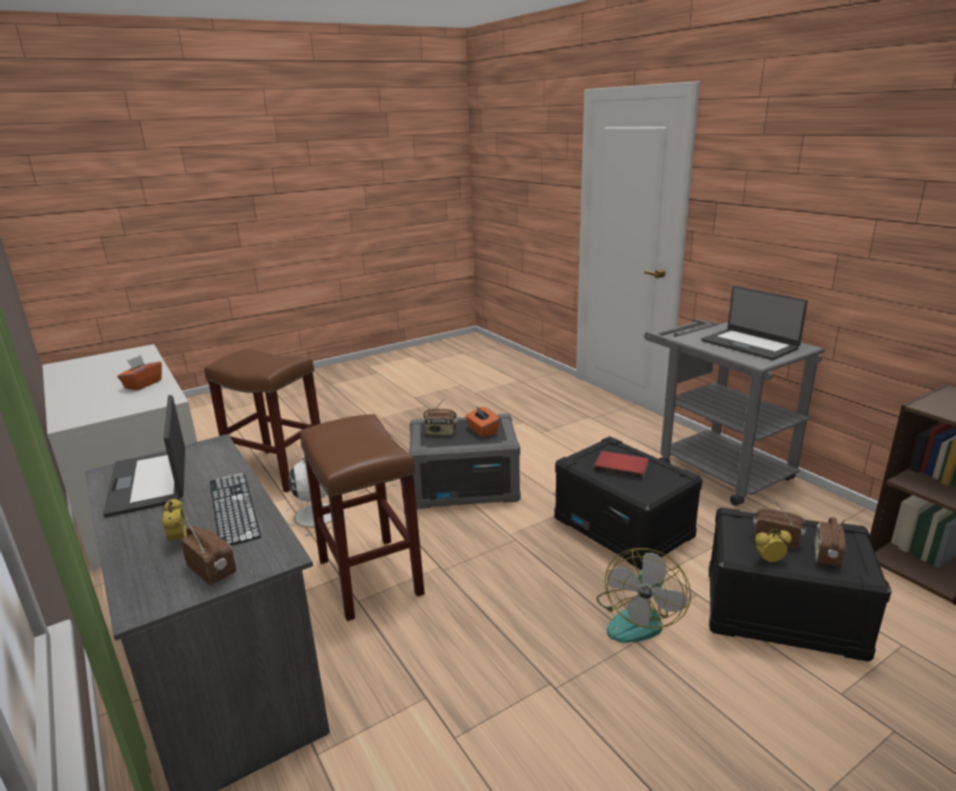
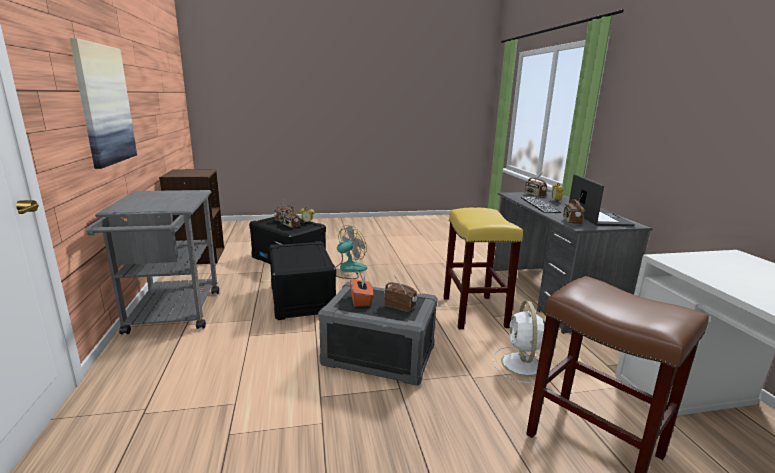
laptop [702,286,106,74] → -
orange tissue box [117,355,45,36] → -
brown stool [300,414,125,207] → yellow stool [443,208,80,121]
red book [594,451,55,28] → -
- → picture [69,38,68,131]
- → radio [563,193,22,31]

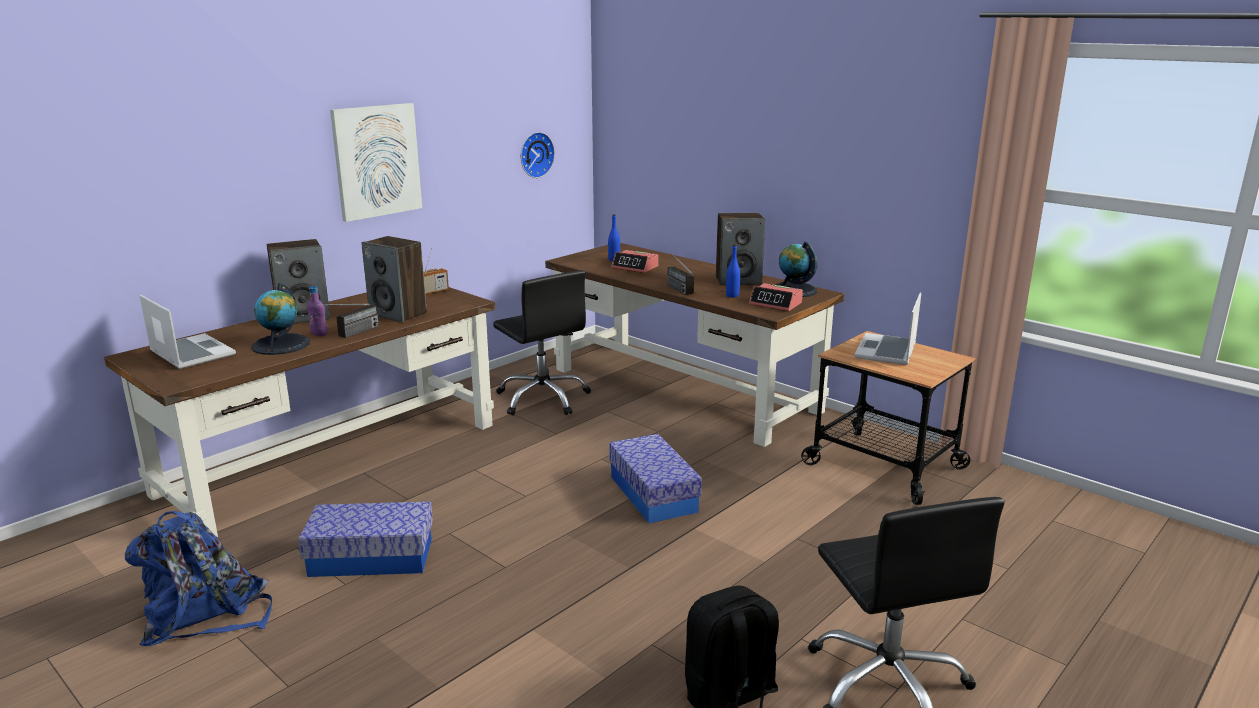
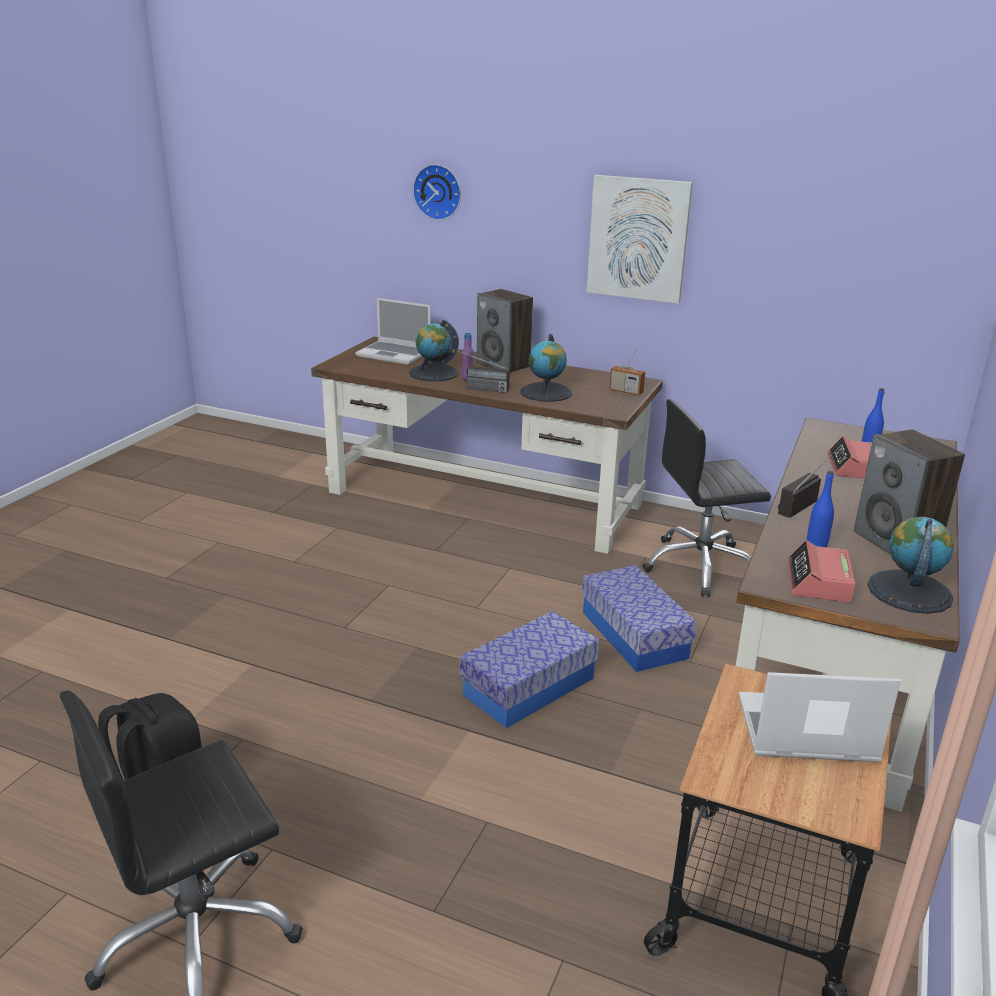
wall clock [521,132,34,46] → wall clock [413,164,48,56], relocated
speaker [362,236,65,86] → globe [520,334,52,68]
black office chair [493,270,98,145] → black office chair [642,399,129,198], 45 degrees clockwise
laptop [140,295,96,74] → laptop [355,298,75,67], 90 degrees clockwise
storage box [298,501,135,76] → storage box [582,565,115,107], relocated
blue backpack [125,511,147,135] → -

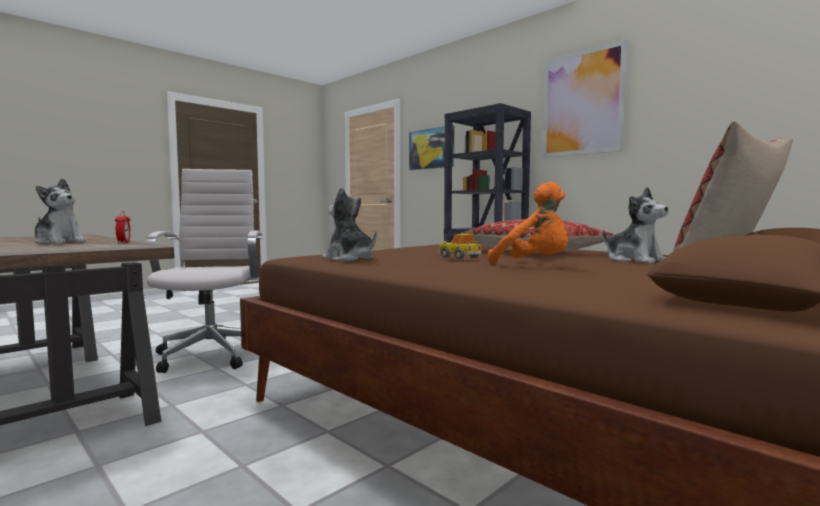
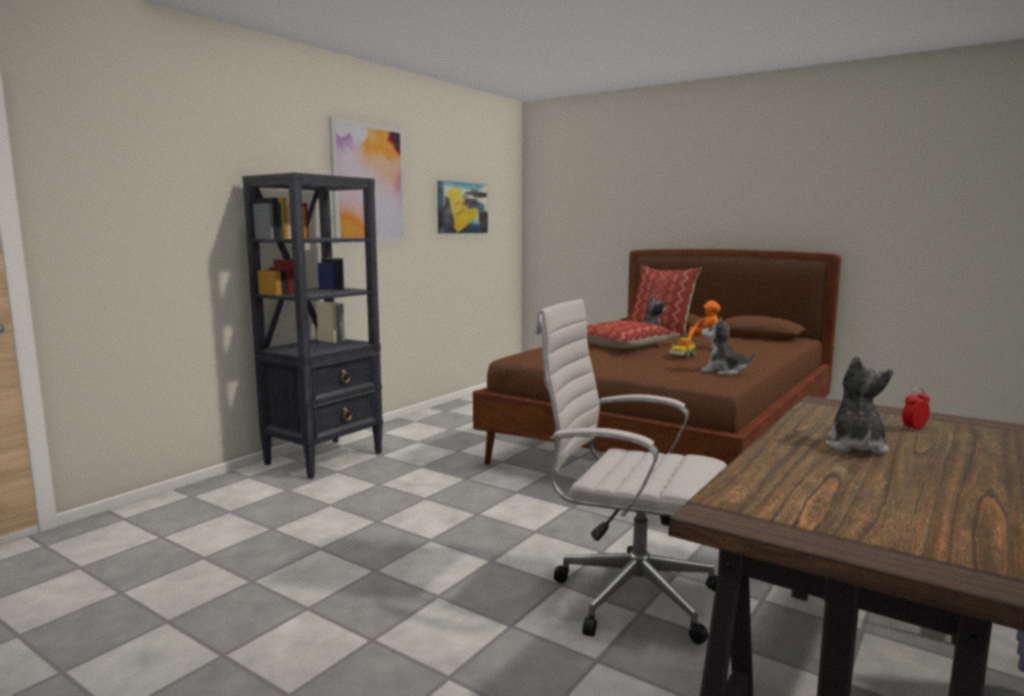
picture [409,125,45,45] → picture [437,181,51,53], relocated
white office chair [147,169,116,204] → white office chair [536,299,191,345], 45 degrees clockwise
plush toy [322,187,55,74] → plush toy [701,317,54,58], 90 degrees clockwise
alarm clock [115,211,16,32] → alarm clock [902,388,28,43], relocated

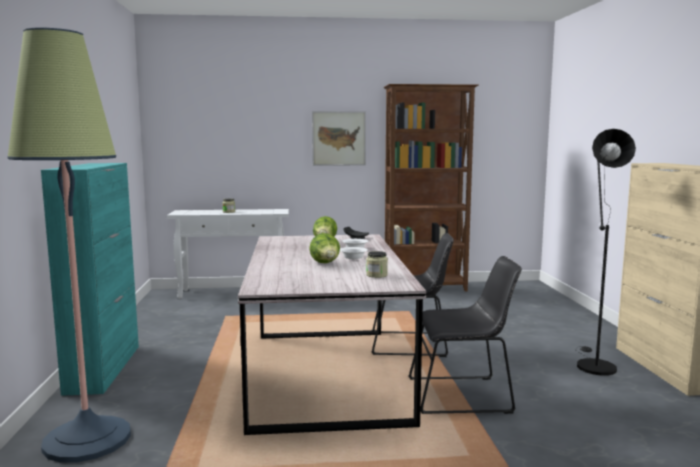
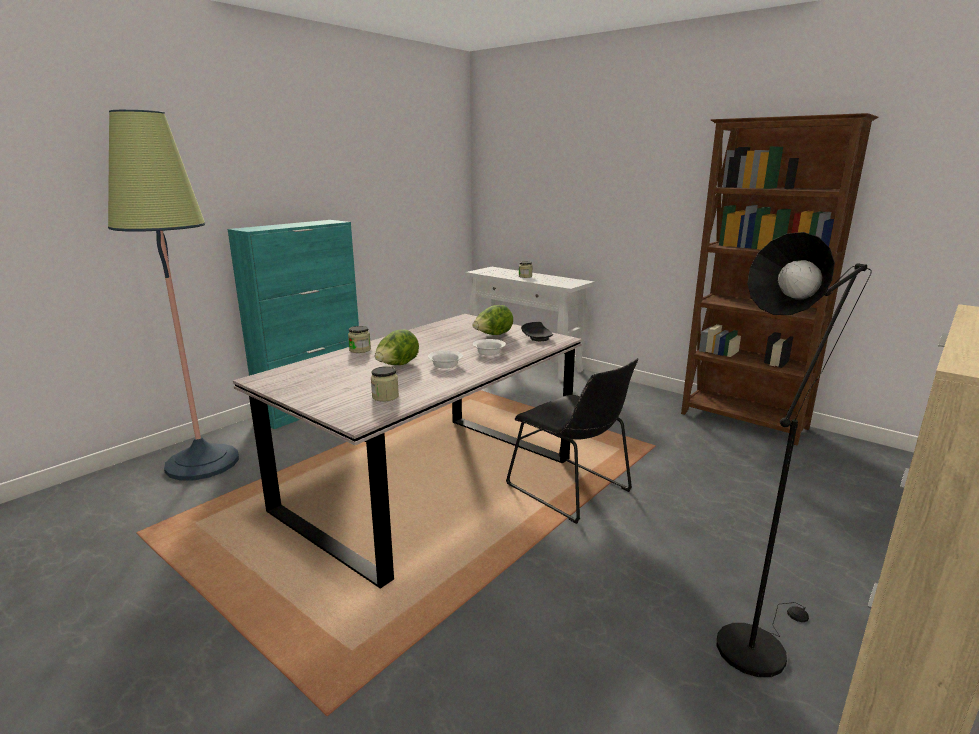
picture [312,111,54,55] → -
black chair [408,256,114,158] → -
- → jar [348,326,23,27]

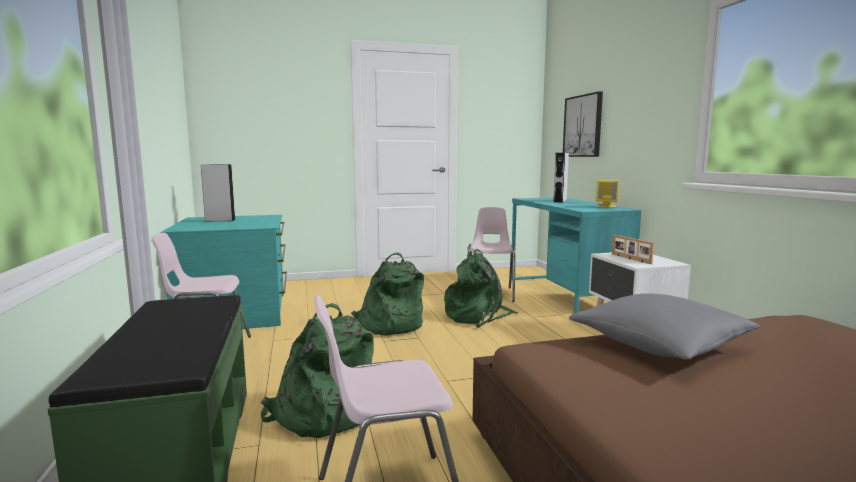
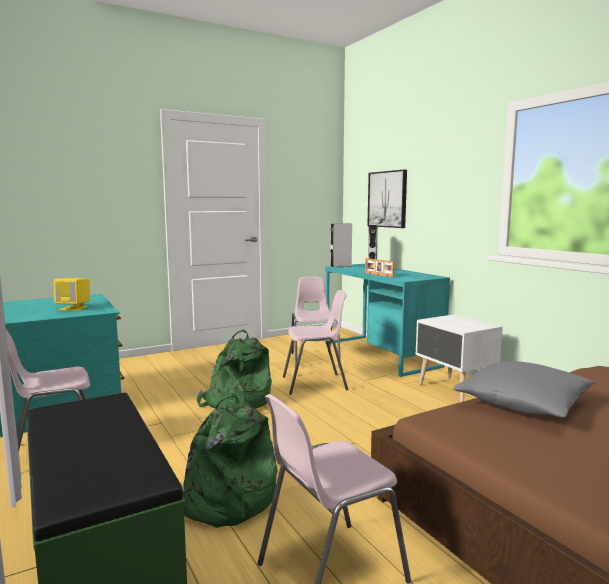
grey speaker [201,164,34,57] → grey speaker [330,224,22,43], relocated
yellow speaker [596,180,23,28] → yellow speaker [54,278,36,33], relocated
picture frame [612,235,42,29] → picture frame [365,258,30,19], relocated
green backpack [444,249,75,79] → pink chair [283,290,65,105]

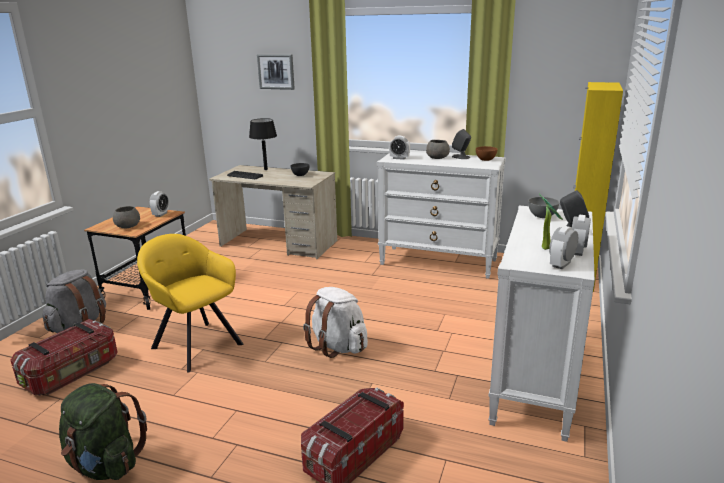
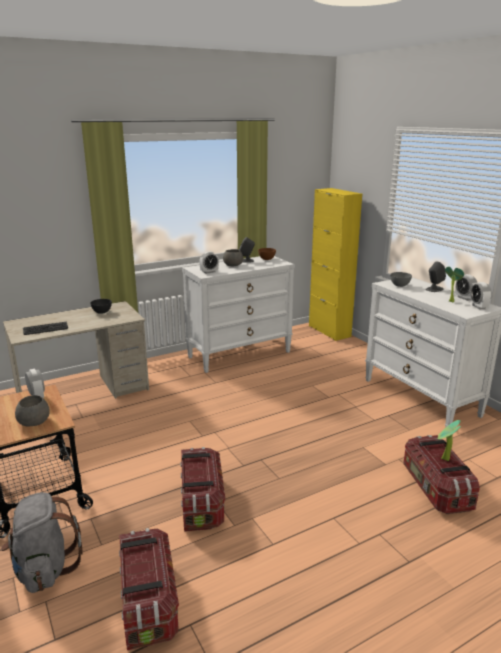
picture [257,54,38,36] → -
black table lamp [249,118,28,52] → -
yellow armchair [137,234,106,139] → storage box [180,447,45,85]
white backpack [303,287,65,71] → -
green backpack [59,383,88,97] → -
- → potted plant [437,420,24,41]

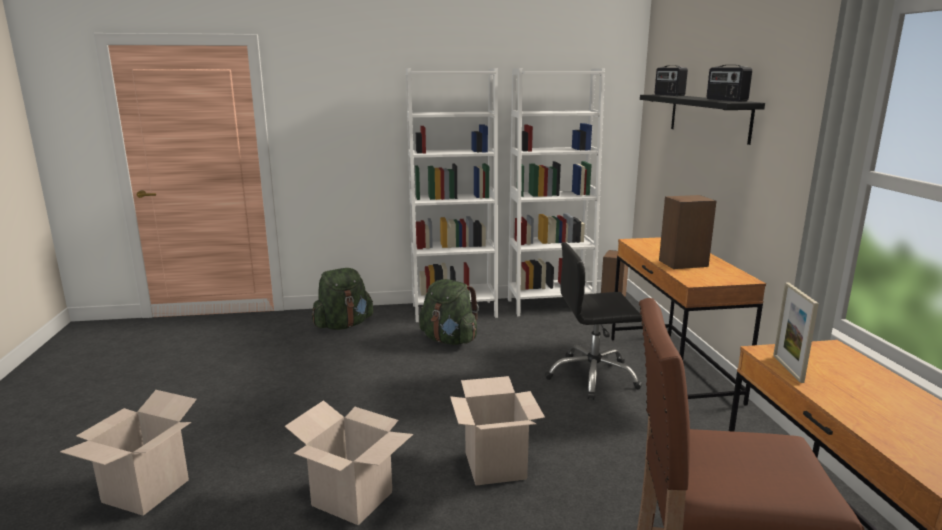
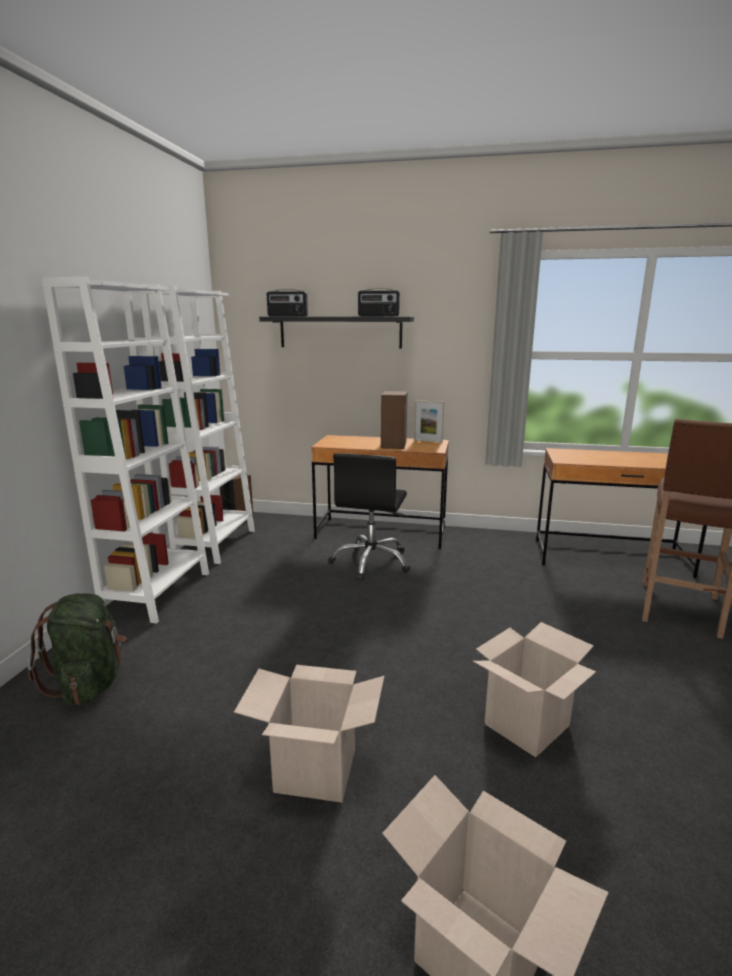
green backpack [419,279,60,66] → -
picture frame [773,282,46,101] → picture frame [414,400,30,43], relocated
cardboard box [450,376,95,109] → cardboard box [234,665,150,138], relocated

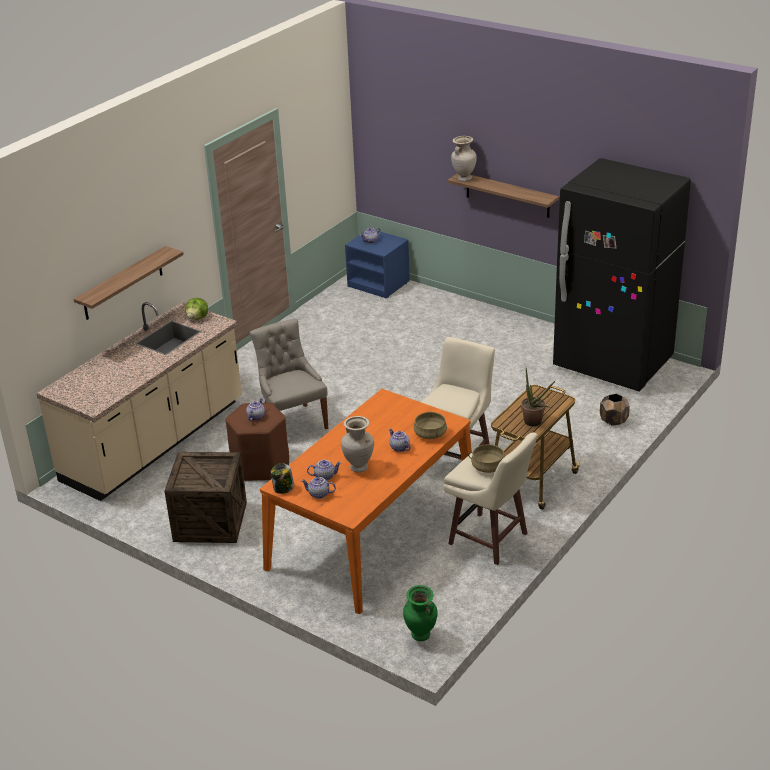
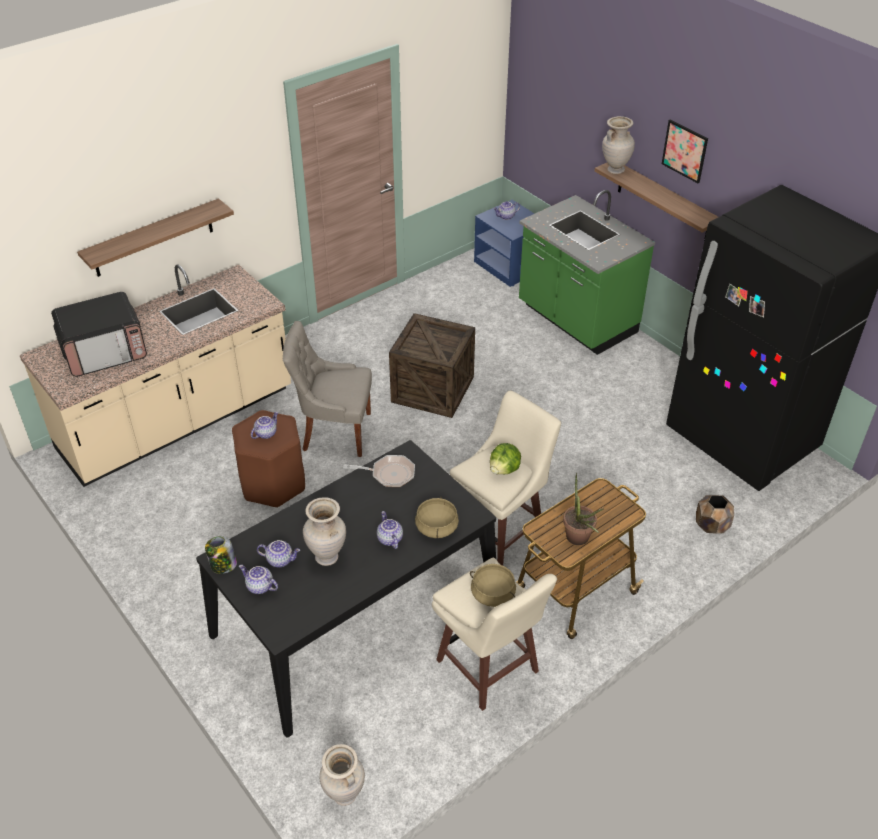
lettuce [186,298,22,22] → lettuce [490,443,31,31], relocated
grey chair [250,319,78,110] → grey chair [283,321,89,136], 75 degrees counterclockwise
orange dining table [260,389,212,225] → black dining table [196,440,300,298]
crate [165,452,82,91] → crate [389,313,86,105], relocated
green vase [403,585,35,56] → beige vase [319,744,46,62]
- → picture [662,119,46,64]
- → green counter [519,190,136,165]
- → microwave [51,292,96,85]
- → frying pan [343,455,72,32]

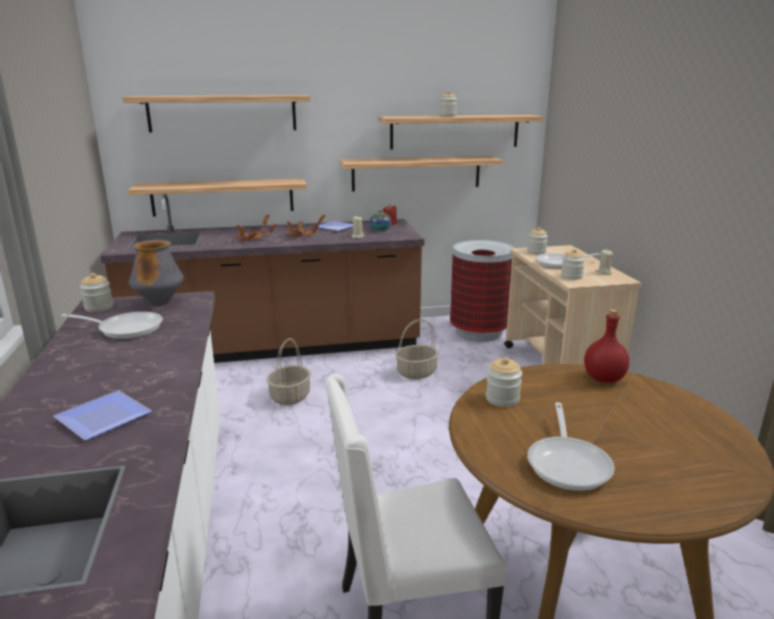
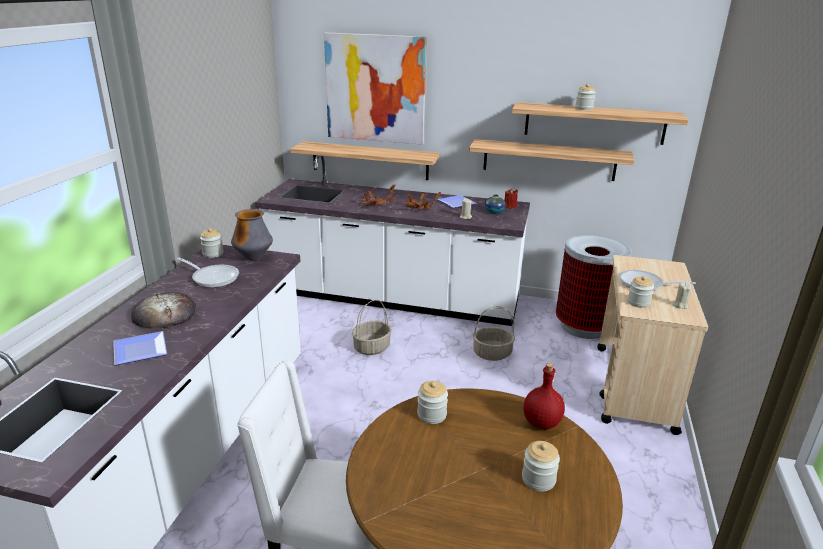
shelf [123,95,187,37] → picture [324,32,103,113]
brown counter [101,194,323,169] → white counter [255,155,275,171]
jar [527,227,21,27] → jar [522,441,38,51], relocated
frying pan [527,402,88,89] → -
- → bread [131,292,65,36]

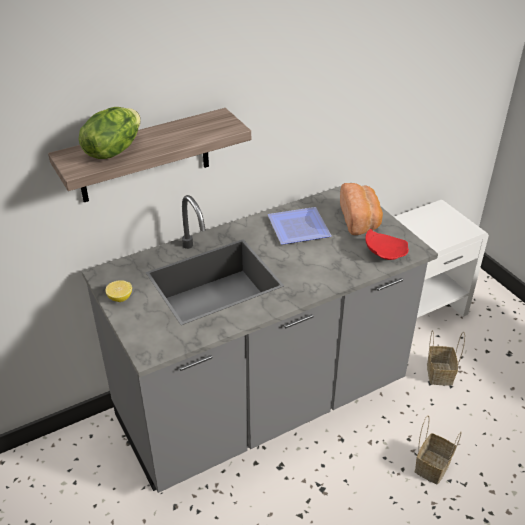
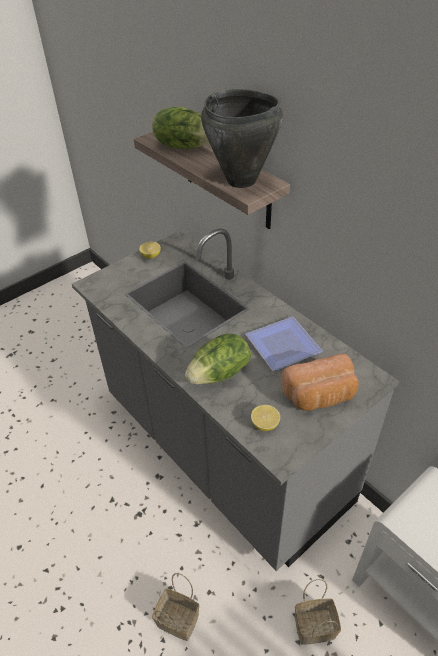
red plate [365,229,44,31] → lemon [251,405,29,26]
- → black cooking pot [201,89,82,99]
- → lettuce [185,333,66,52]

